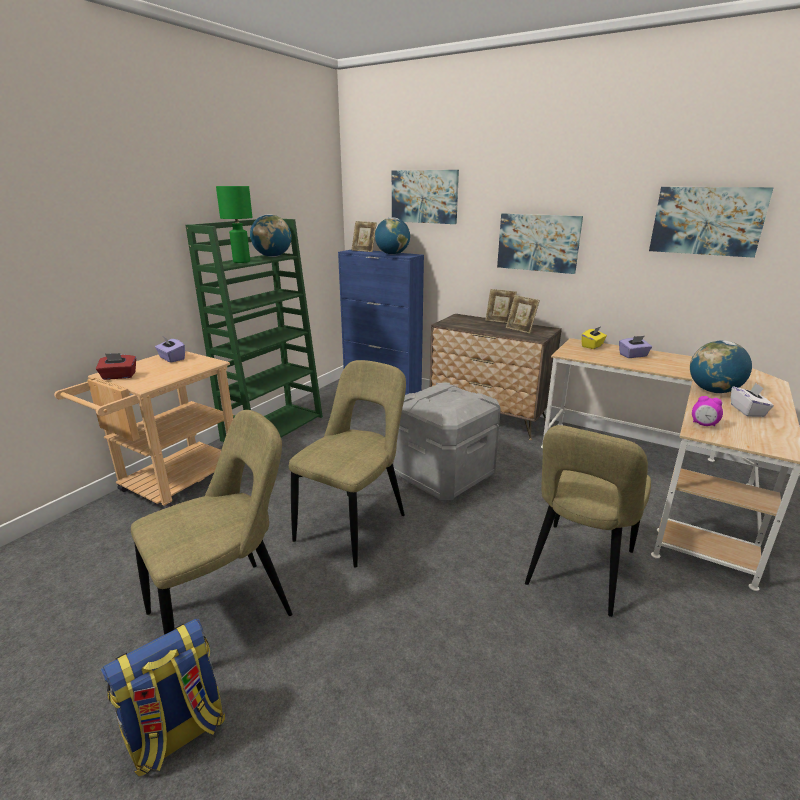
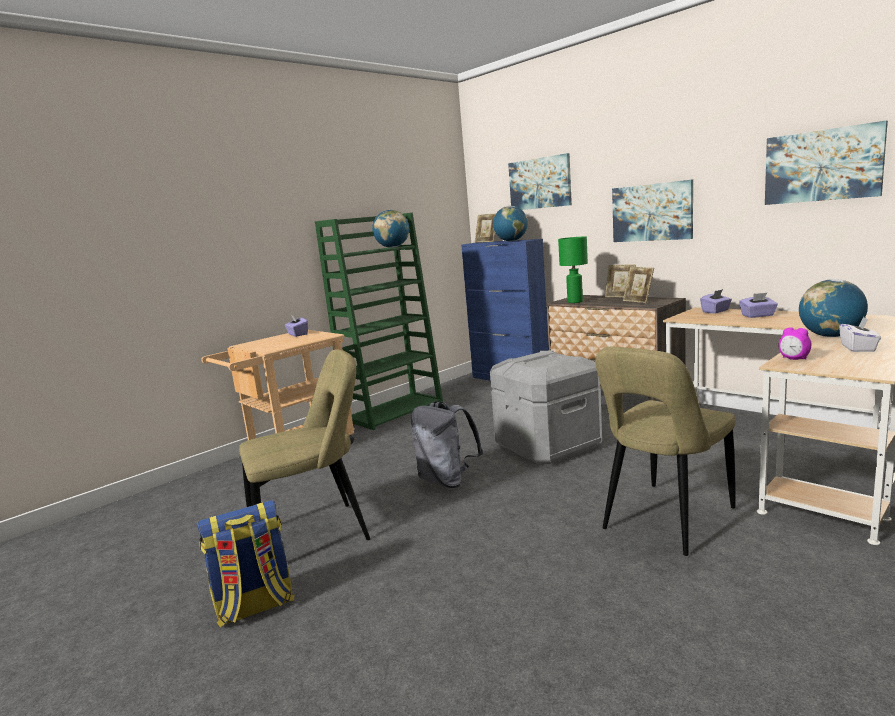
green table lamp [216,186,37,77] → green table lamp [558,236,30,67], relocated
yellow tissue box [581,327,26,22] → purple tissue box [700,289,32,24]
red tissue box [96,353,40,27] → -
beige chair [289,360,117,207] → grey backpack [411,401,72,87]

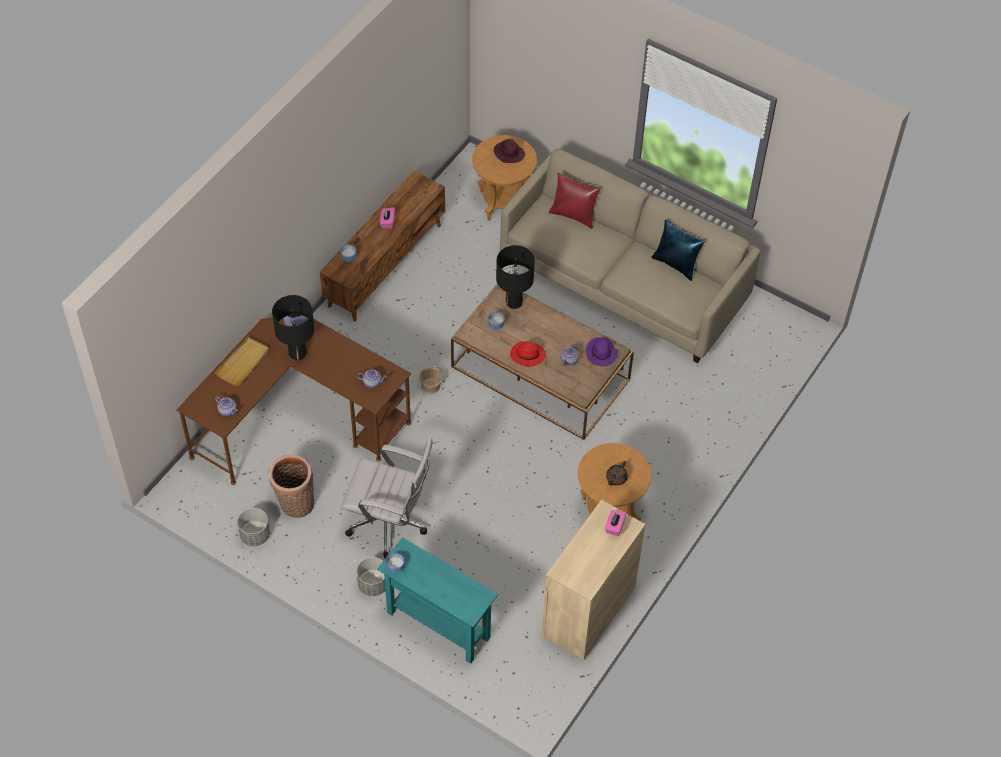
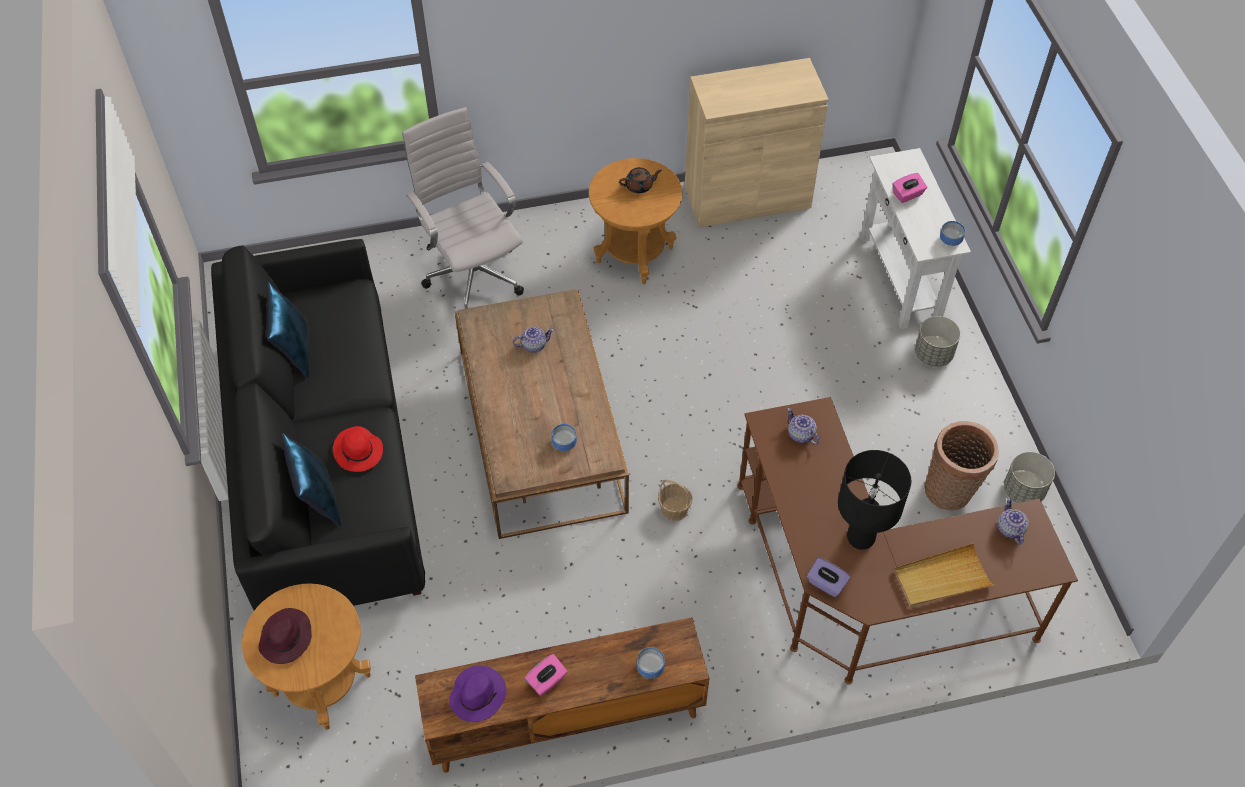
beige sofa [500,149,260,214] → black sofa [211,239,214,371]
red pillow [549,173,51,56] → blue pillow [282,433,59,93]
black table lamp [496,245,39,64] → -
purple hat [586,337,32,29] → purple hat [449,665,58,57], relocated
red hat [510,341,36,26] → red hat [333,426,50,46], relocated
white office chair [342,437,91,121] → white office chair [402,107,122,202], relocated
pink tissue box [605,510,21,26] → pink tissue box [892,173,35,30], relocated
turquoise console table [377,537,121,127] → white console table [860,148,111,181]

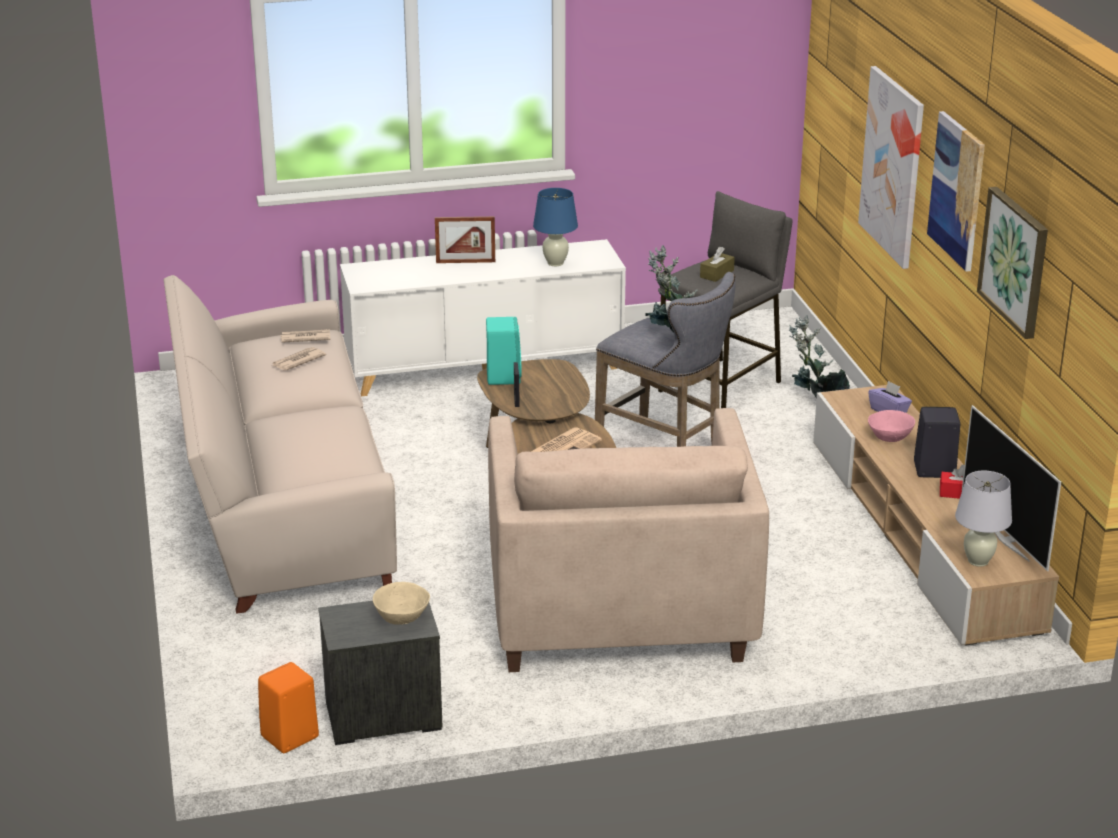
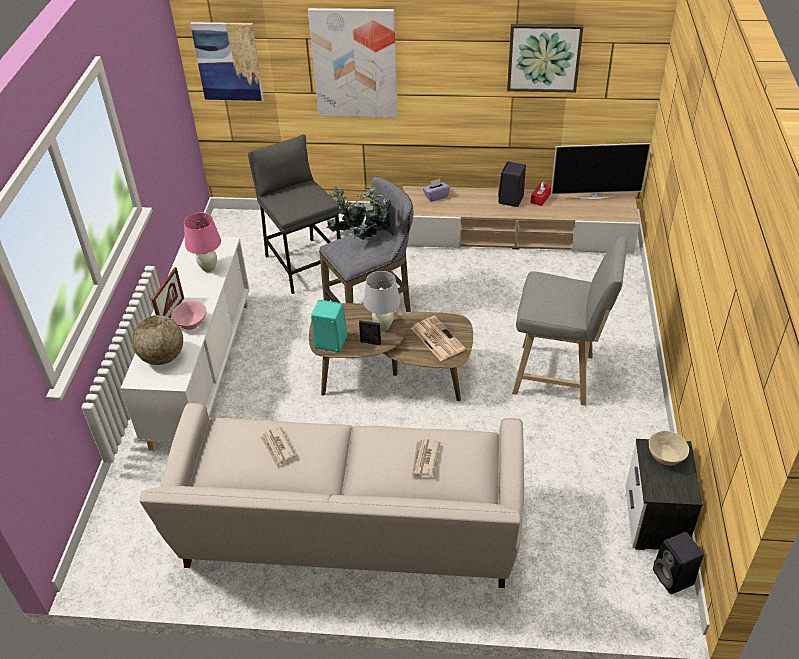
picture [927,111,58,161] → picture [190,22,74,79], relocated
blue table lamp [533,188,45,78] → pink table lamp [184,213,37,59]
brown tissue box [700,247,35,35] → -
newspaper [280,329,50,14] → newspaper [412,439,29,38], relocated
beige armchair [488,408,281,264] → grey stool [512,236,116,170]
pink bowl [868,410,47,32] → pink bowl [171,301,35,29], relocated
white table lamp [955,471,57,96] → white table lamp [363,271,37,60], relocated
orange speaker [258,662,61,91] → black speaker [653,532,51,62]
- → globe [132,315,51,50]

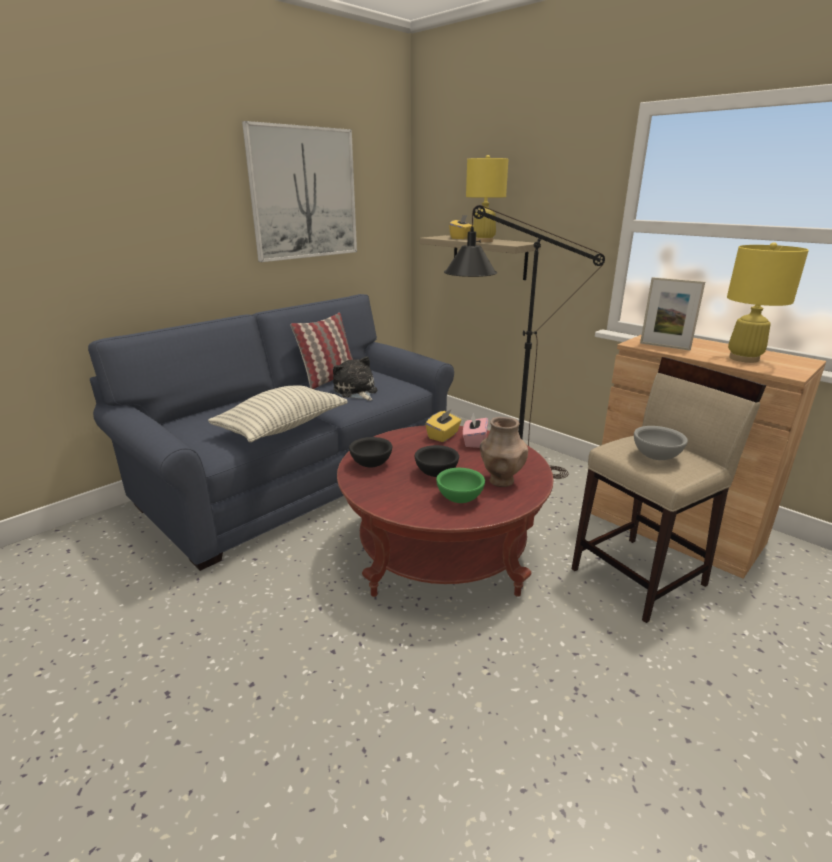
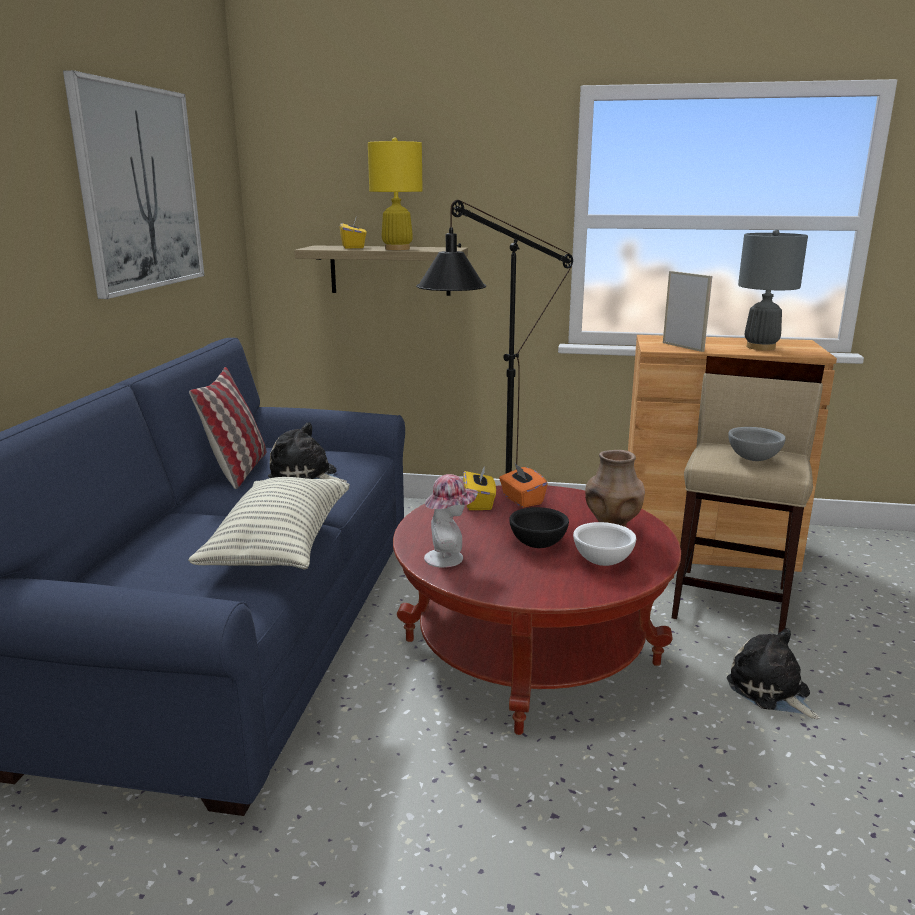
yellow table lamp [727,242,82,121] → grey table lamp [738,229,70,121]
picture frame [640,277,65,73] → picture frame [663,271,49,81], 120 degrees counterclockwise
pink tissue box [463,412,25,36] → orange tissue box [499,464,49,44]
black bowl [349,437,43,31] → hat [424,474,54,94]
green bowl [436,468,49,35] → white bowl [573,522,63,44]
- → plush toy [727,628,93,91]

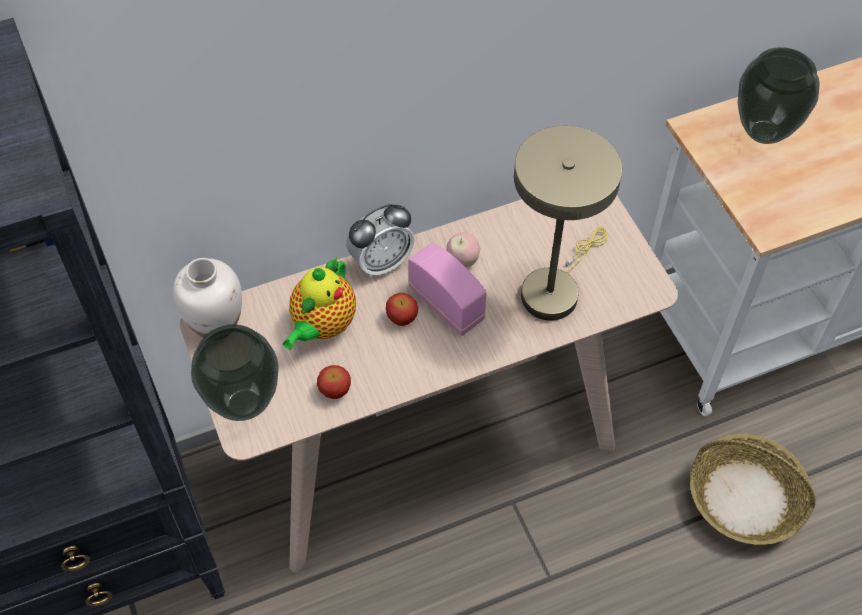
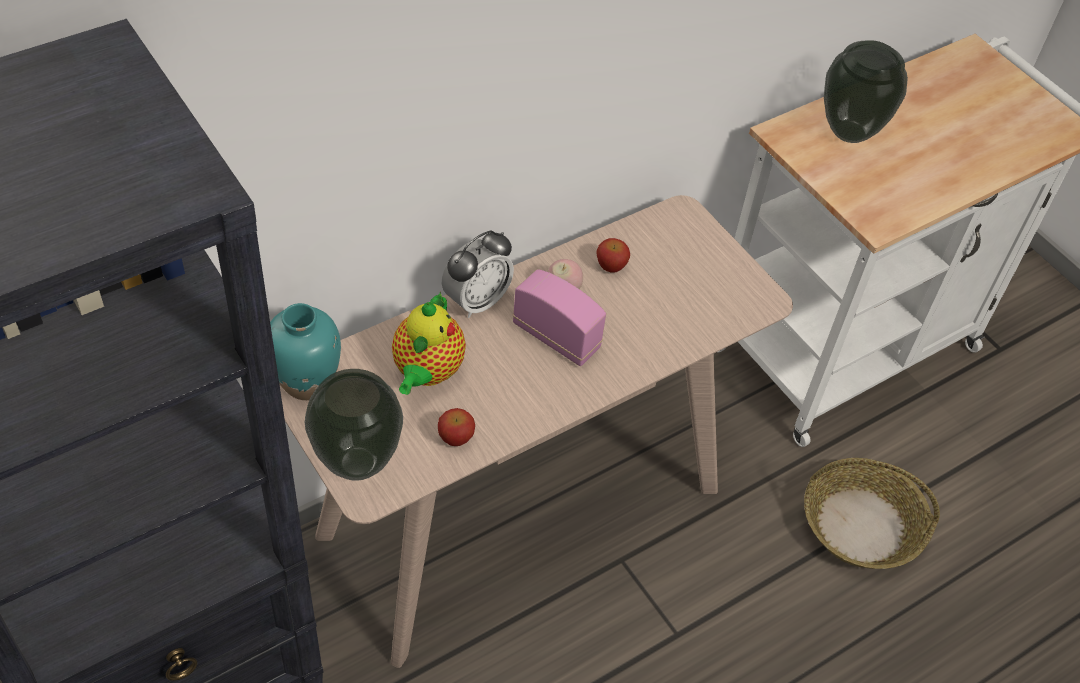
beige table lamp [514,126,108,195] → -
white vase [173,258,69,80] → turquoise vase [270,303,71,97]
apple [386,293,32,33] → apple [596,238,34,35], relocated

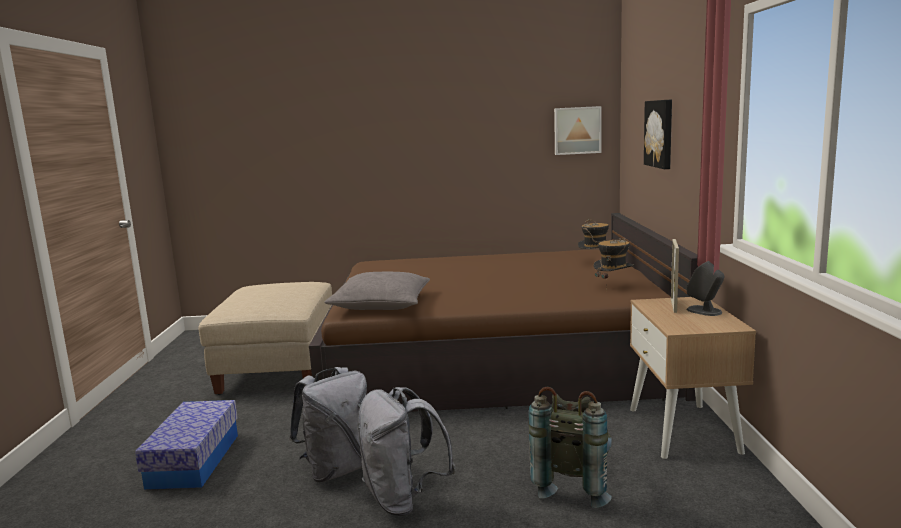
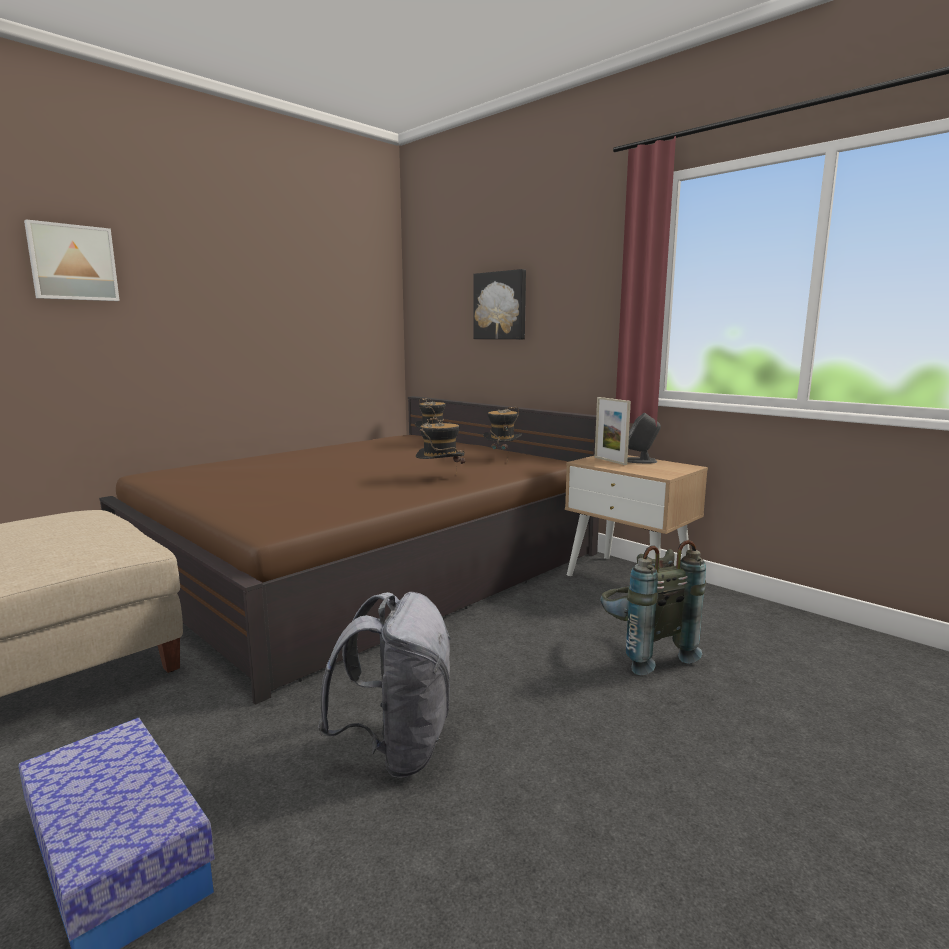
picture [554,106,48,49] → picture [24,219,96,82], relocated
grey pillow [325,272,105,38] → -
grey backpack [357,387,99,129] → -
- → hat [416,417,49,57]

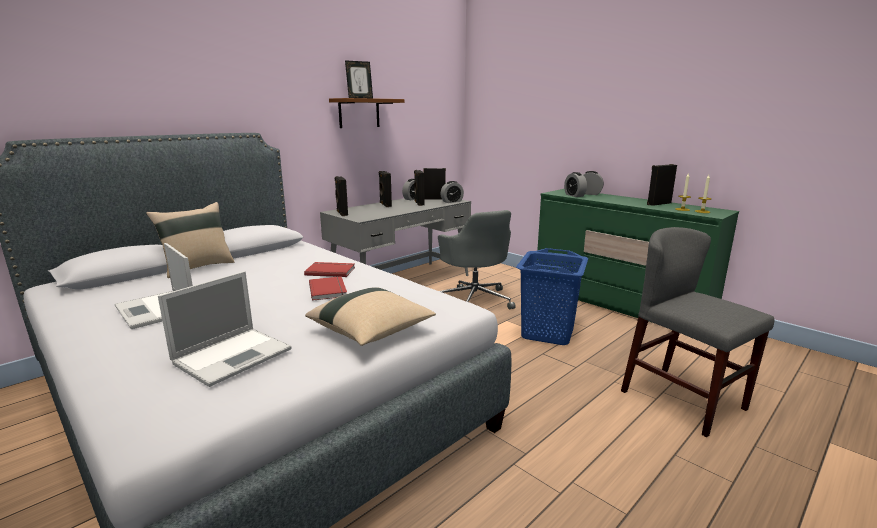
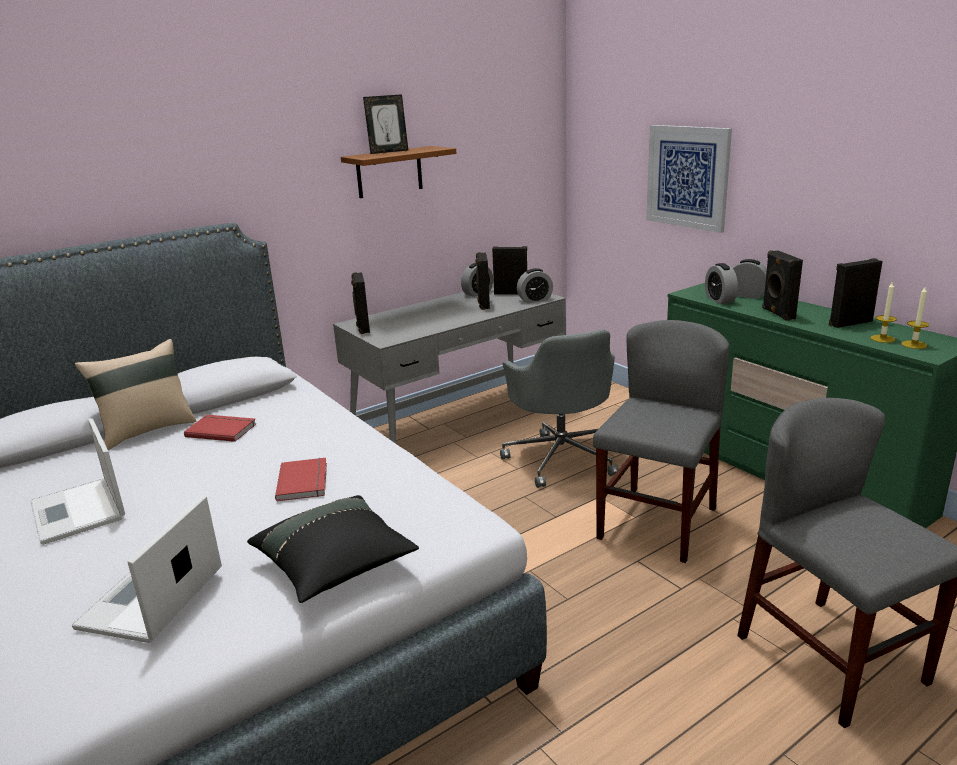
black speaker [379,171,13,36] → black speaker [762,250,41,71], relocated
blue laundry basket [516,248,72,97] → grey chair [593,320,136,243]
red book [304,262,51,15] → red book [184,415,72,27], relocated
laptop [158,271,134,116] → laptop [72,495,150,148], 150 degrees clockwise
beige pillow [305,287,131,59] → black pillow [247,495,172,108]
- → picture [646,125,86,108]

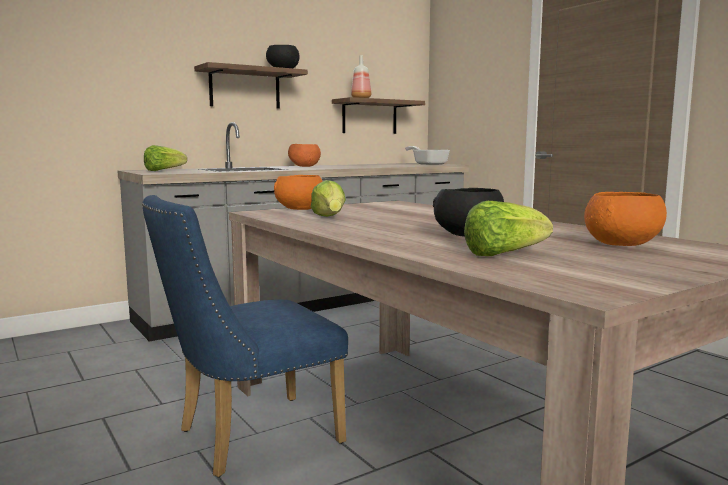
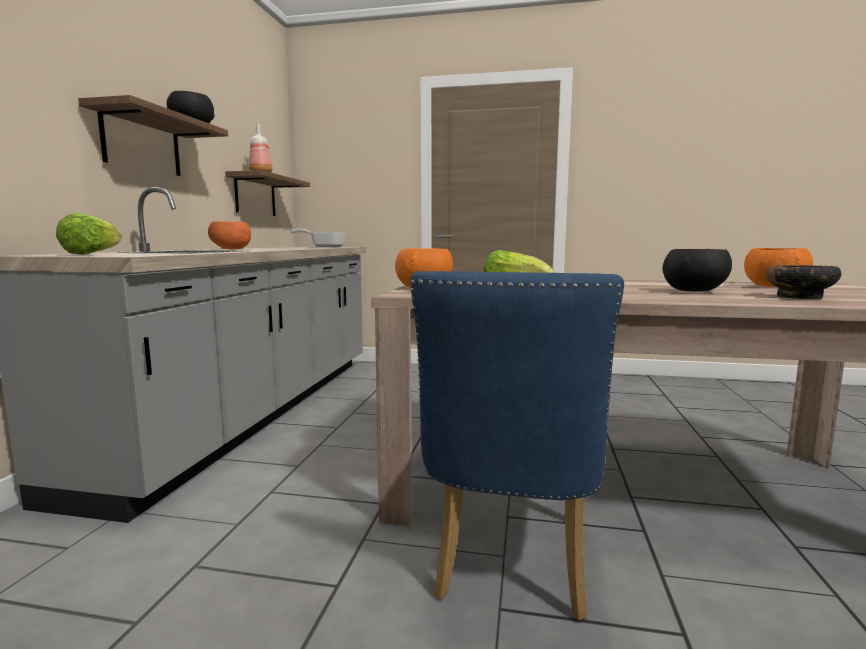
lettuce [464,201,89,55] → bowl [766,265,75,34]

